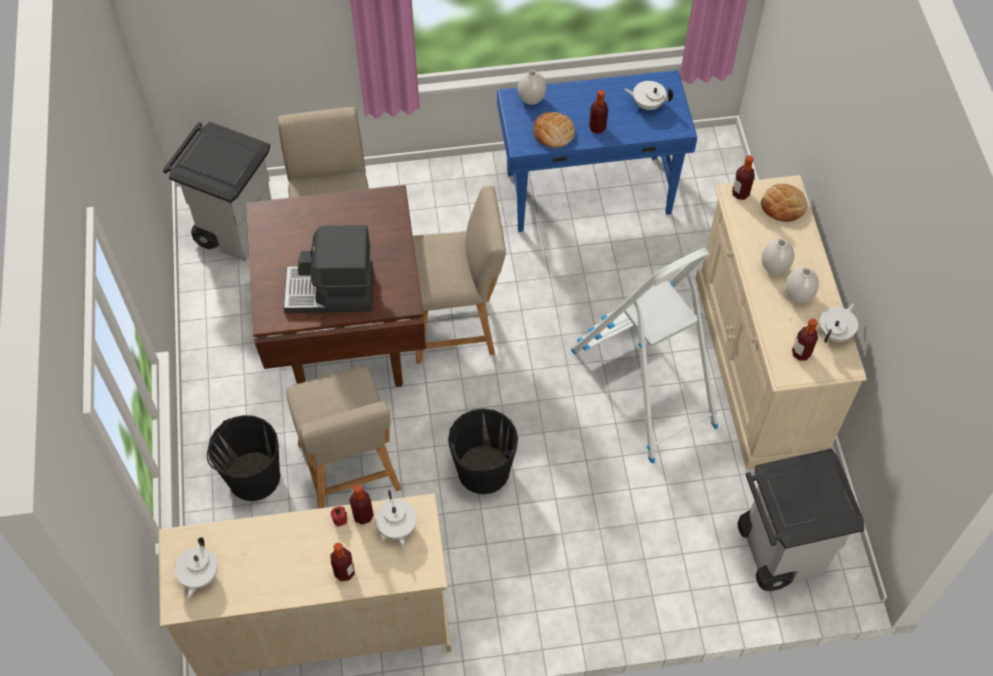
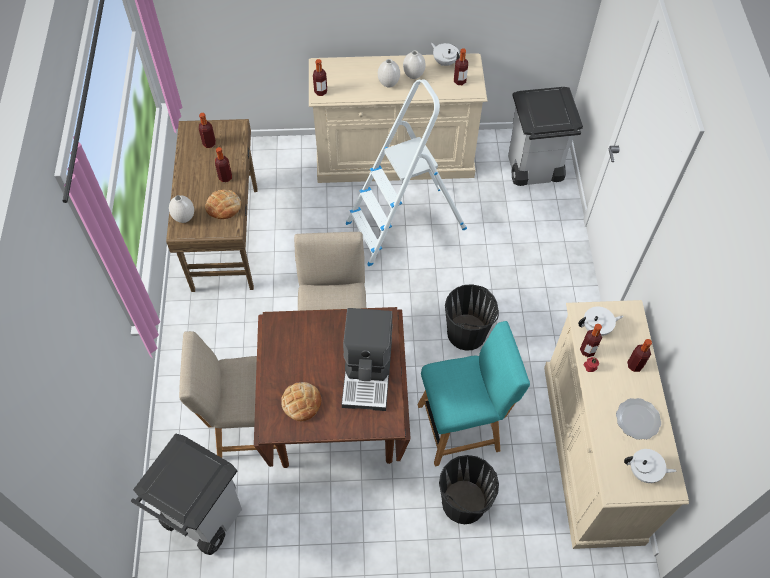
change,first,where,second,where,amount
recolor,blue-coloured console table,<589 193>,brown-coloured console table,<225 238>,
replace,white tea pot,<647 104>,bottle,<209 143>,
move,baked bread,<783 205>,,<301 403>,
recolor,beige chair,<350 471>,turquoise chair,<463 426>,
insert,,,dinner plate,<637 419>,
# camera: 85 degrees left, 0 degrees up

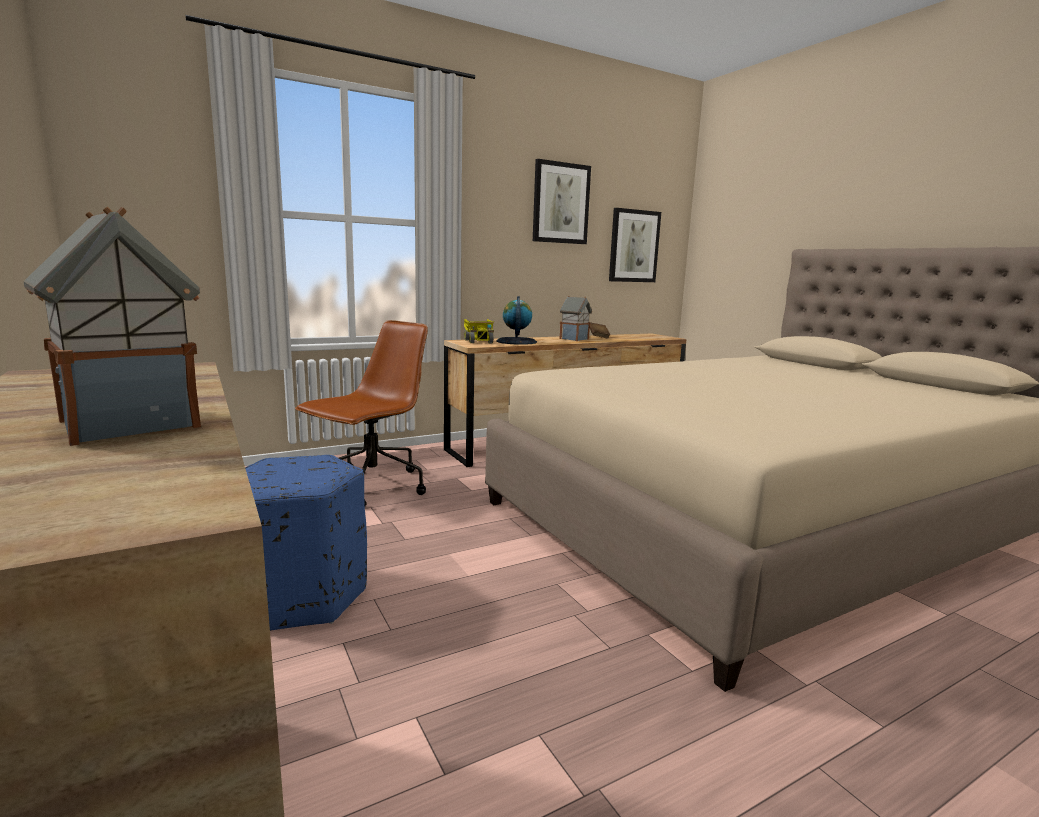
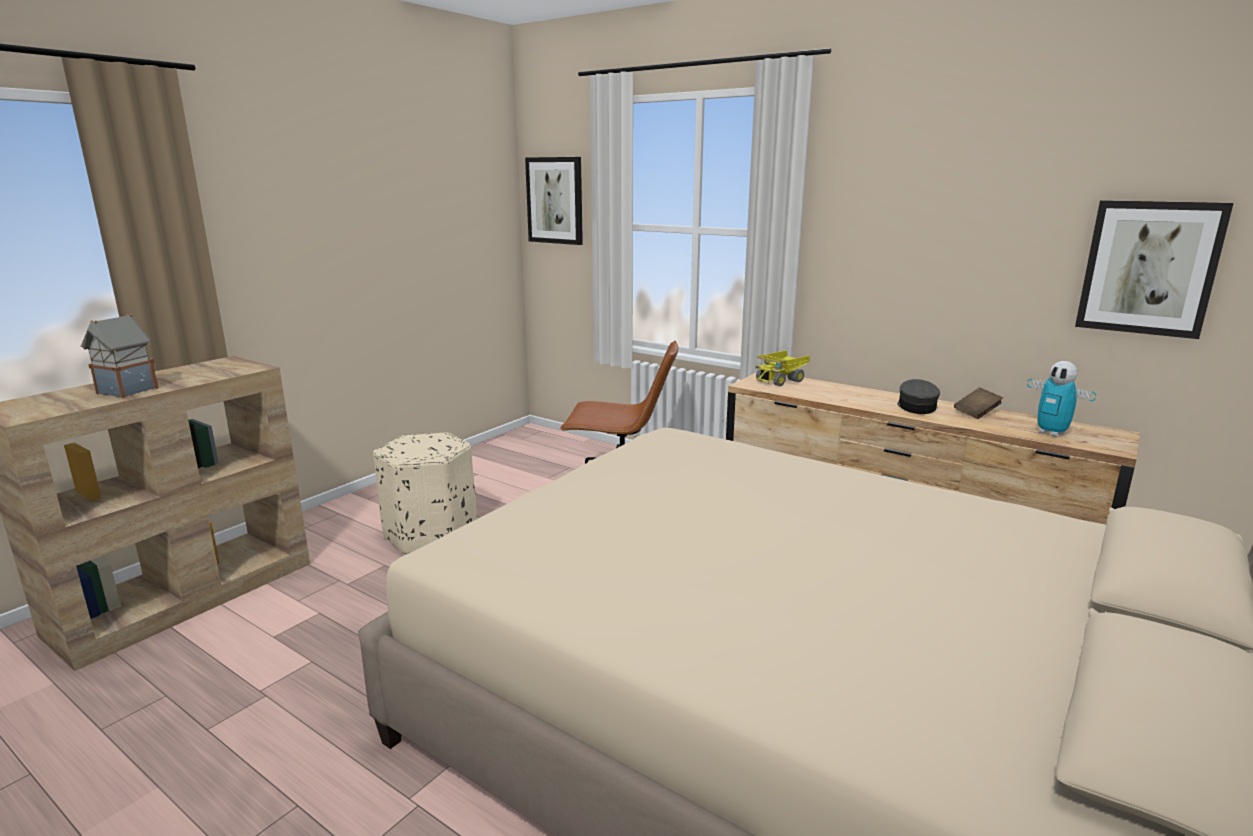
change,first,where,second,where,amount
recolor,blue-coloured ottoman,<301 597>,beige ottoman,<430 534>,
move,wall picture,<560 203>,,<555 200>,
replace,toy house,<574 339>,greyish baseball cap,<916 407>,
insert,,,robot figure,<1051 433>,
delete,world globe,<516 341>,,,
# camera: 65 degrees right, 5 degrees up

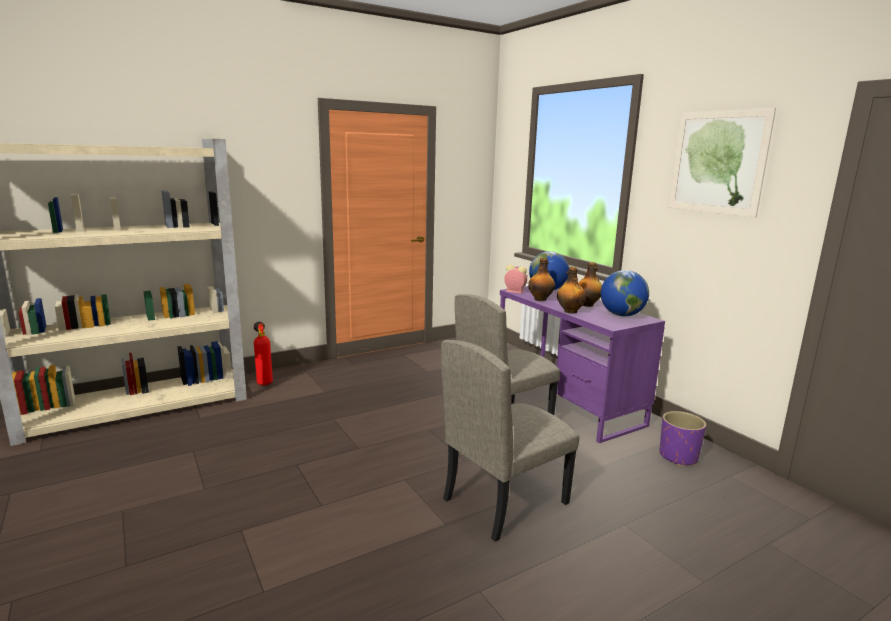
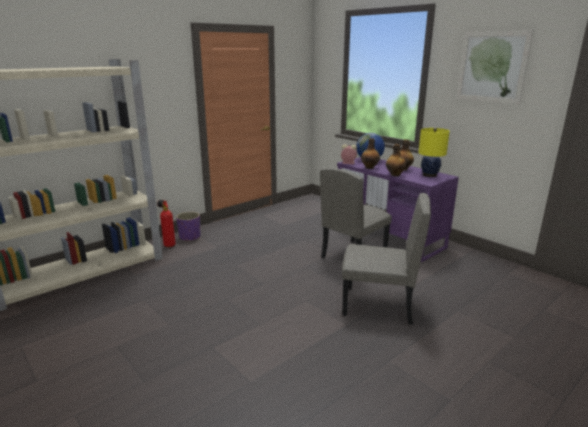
change,first,where,second,where,amount
move,purplish plant pot,<678 457>,,<190 237>,
rotate,beige chair,<504 500>,,<378 305>,120 degrees counterclockwise
replace,world globe,<621 315>,yellowish lamp for a table,<429 175>,
# camera: 10 degrees left, 5 degrees up

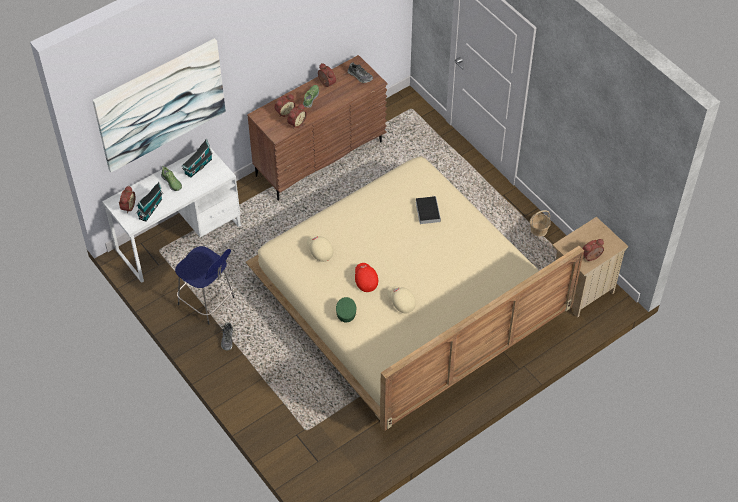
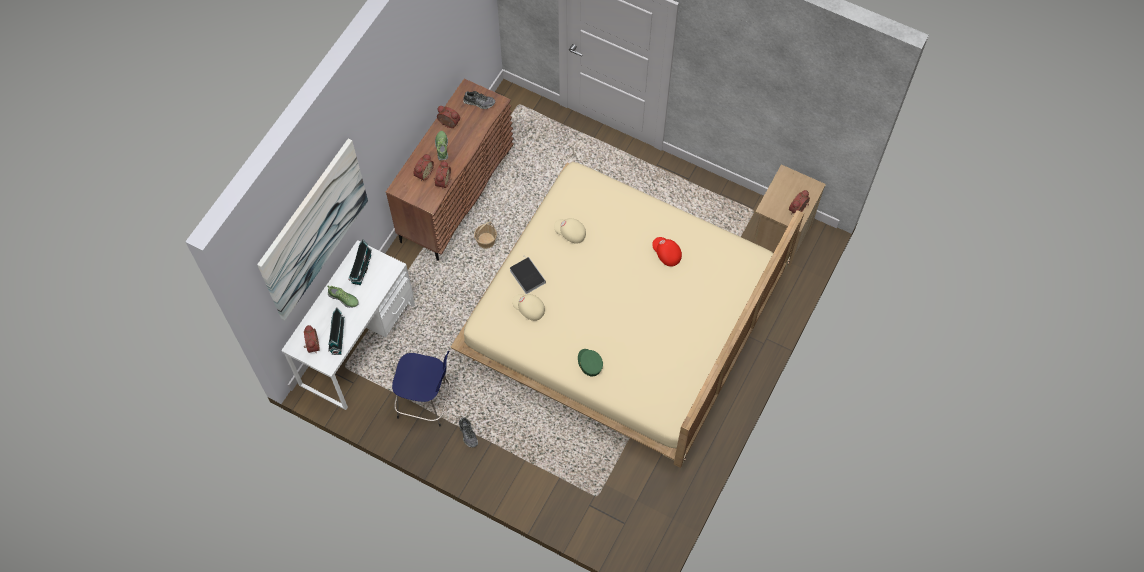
change,first,where,second,where,amount
move,household basket,<539 230>,,<486 241>,
move,book,<427 211>,,<526 276>,
move,beige baseball cap,<401 302>,,<570 233>,
move,reddish baseball cap,<365 280>,,<666 254>,
# camera: 25 degrees left, 10 degrees up

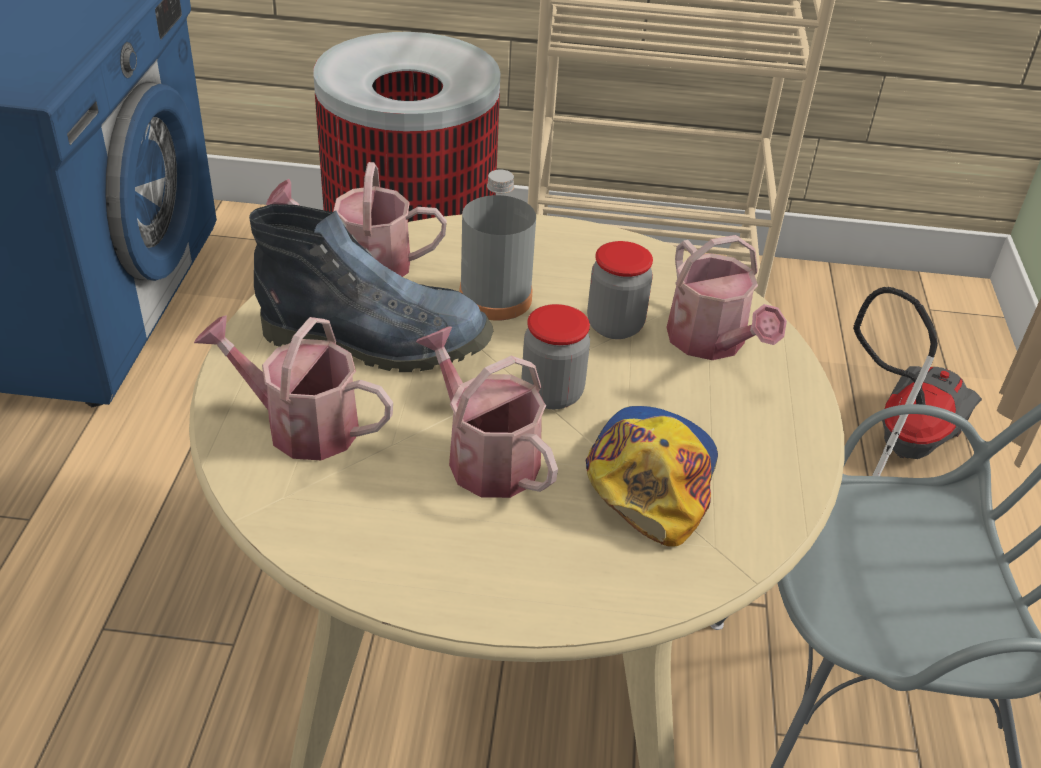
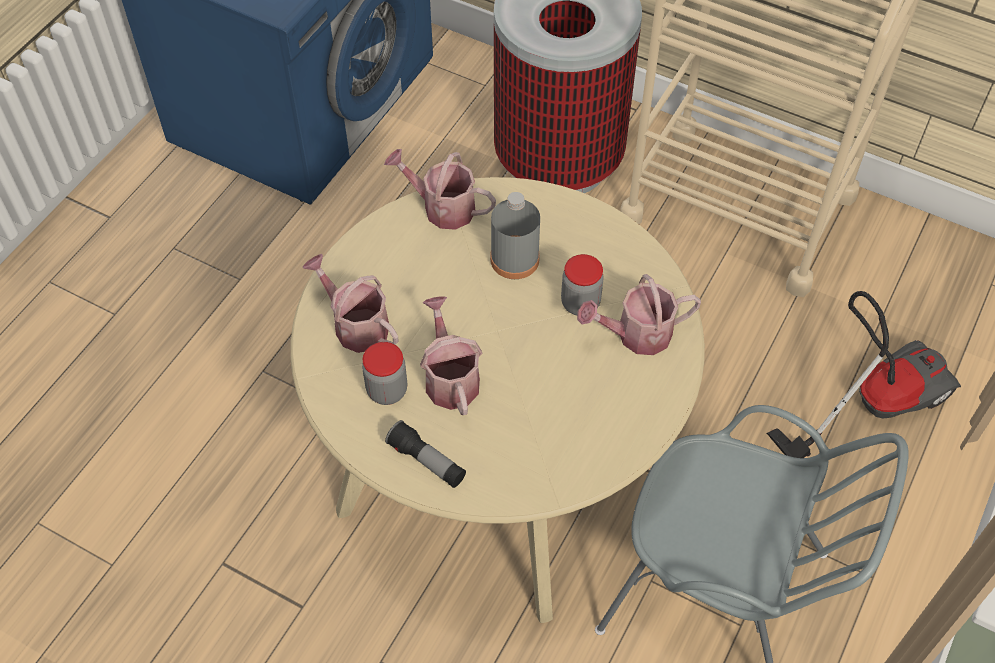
change,first,where,second,where,amount
move,storage jar,<552 394>,,<387 390>,
insert,,,torch,<427 462>,
rotate,watering pot,<711 343>,,<636 335>,75 degrees clockwise
delete,high-top boot,<380 340>,,,
delete,baseball cap,<652 477>,,,
# camera: 25 degrees right, 15 degrees up

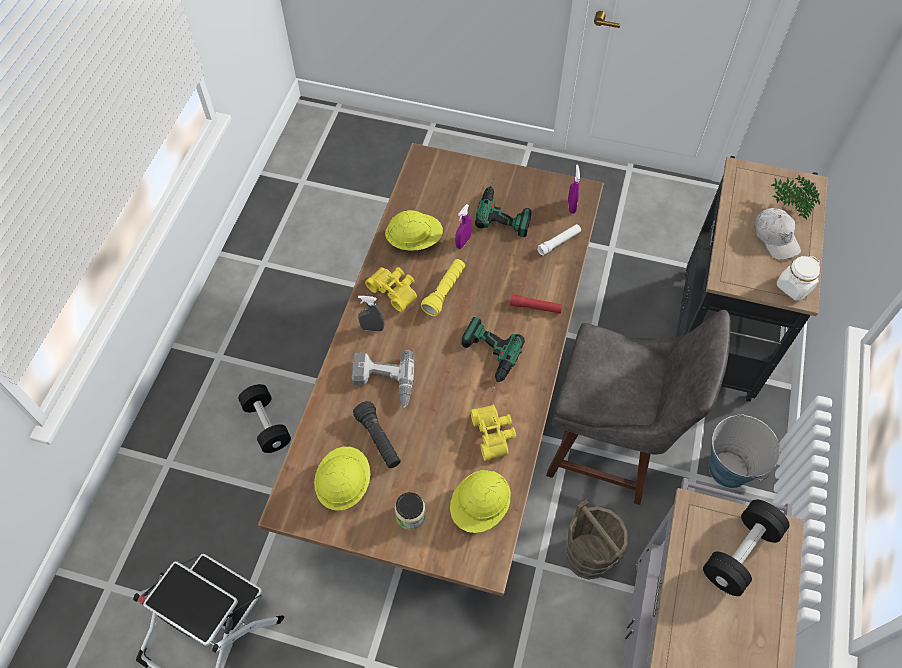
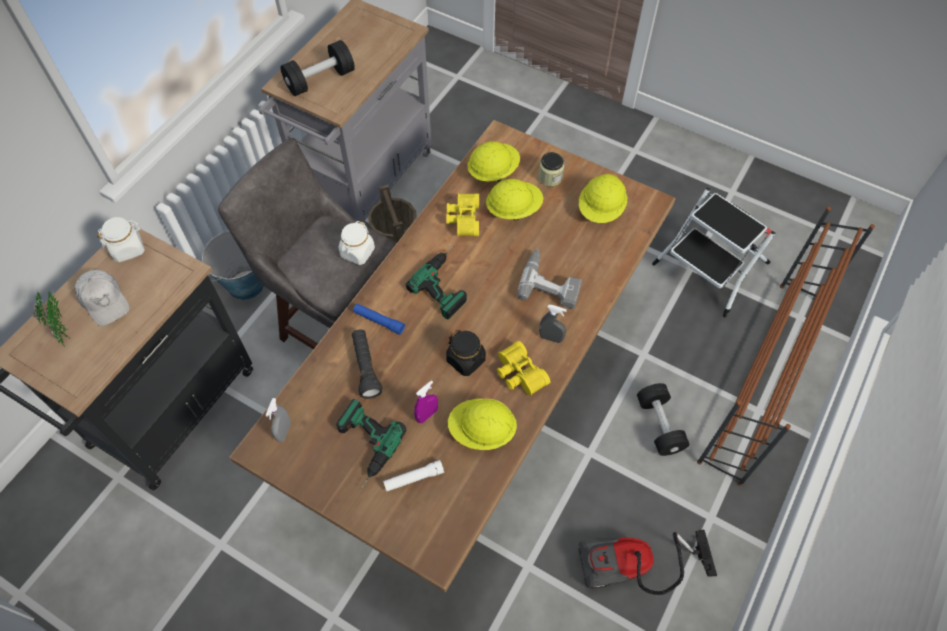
change,first,where,second,where,amount
rotate,white baseball cap,<775 238>,,<104 301>,150 degrees clockwise
recolor,purplish sprayer,<571 206>,greyish sprayer,<284 432>,
insert,,,white storage jar,<357 252>,
move,black torch,<379 440>,,<366 367>,
recolor,reddish torch,<535 307>,blue-coloured torch,<379 321>,
move,white torch,<559 242>,,<413 478>,
replace,yellowish torch,<444 291>,black storage jar,<466 360>,
insert,,,yellowish work helmet,<513 209>,
insert,,,vacuum cleaner,<634 568>,
insert,,,brown-coloured shoe stand,<761 378>,
# camera: 165 degrees left, 0 degrees up

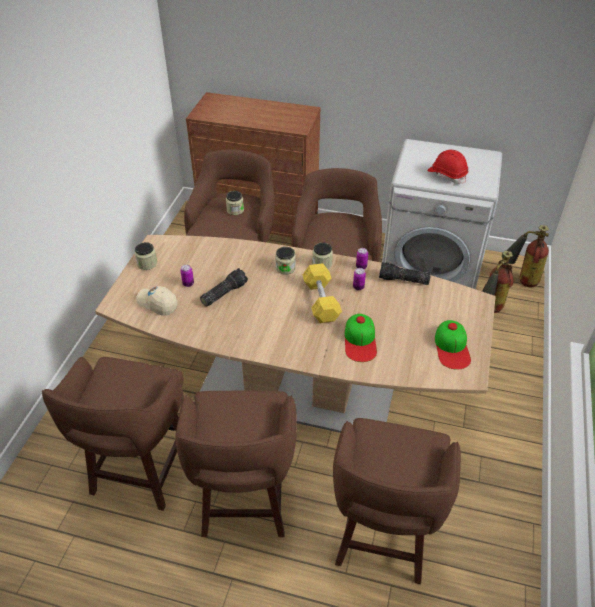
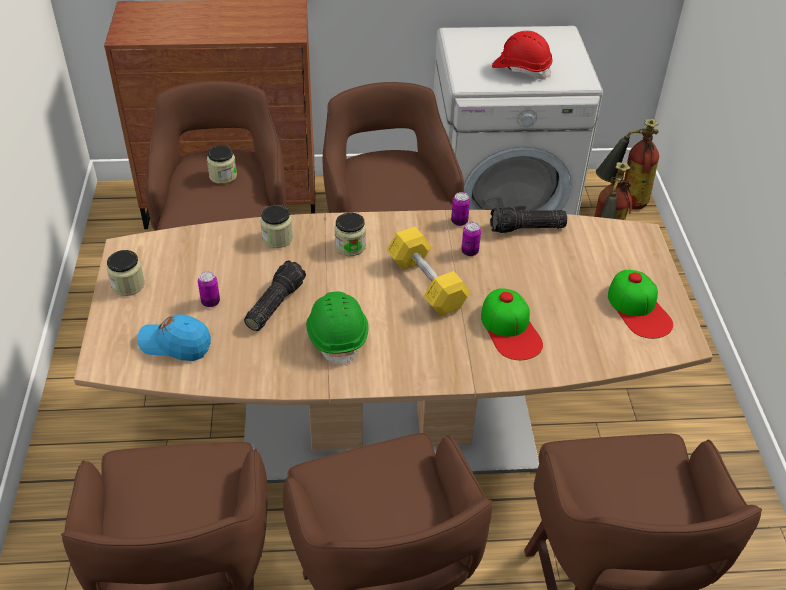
change,first,where,second,where,amount
recolor,beige baseball cap,<157 303>,blue-coloured baseball cap,<175 344>,
move,storage jar,<322 264>,,<277 238>,
insert,,,green work helmet,<337 336>,
# camera: 20 degrees left, 0 degrees up

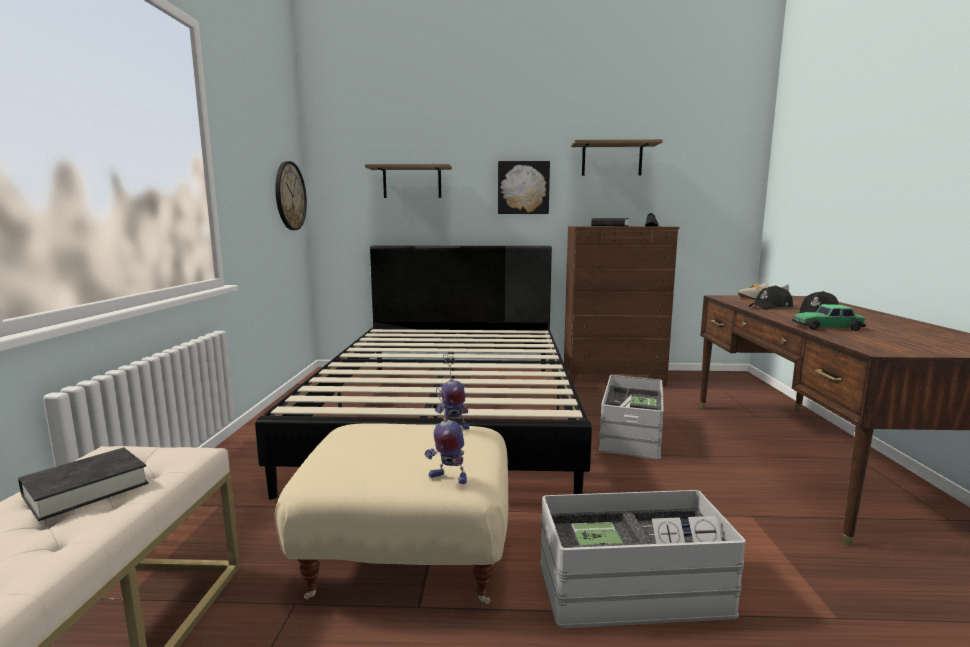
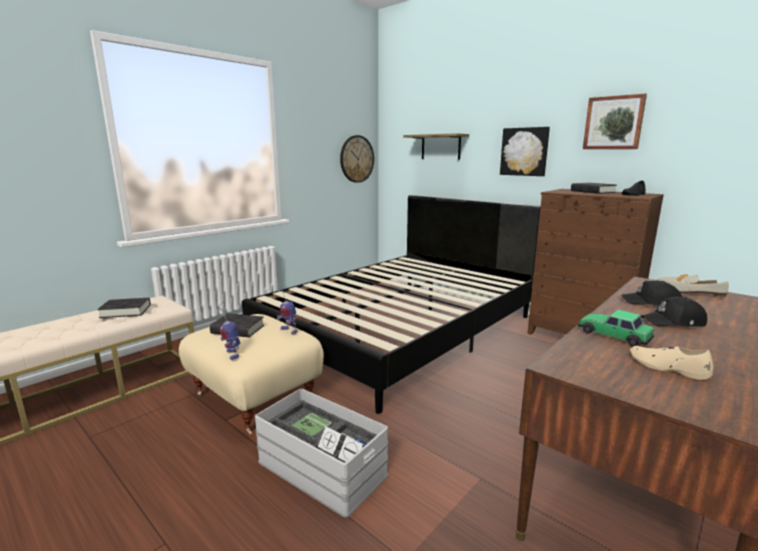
change,first,where,second,where,amount
insert,,,black book,<238 329>,
replace,bracket shelf,<612 159>,wall picture,<613 123>,
insert,,,beige item of footwear,<667 367>,
delete,greyish storage container,<632 434>,,,
# camera: 40 degrees right, 5 degrees up

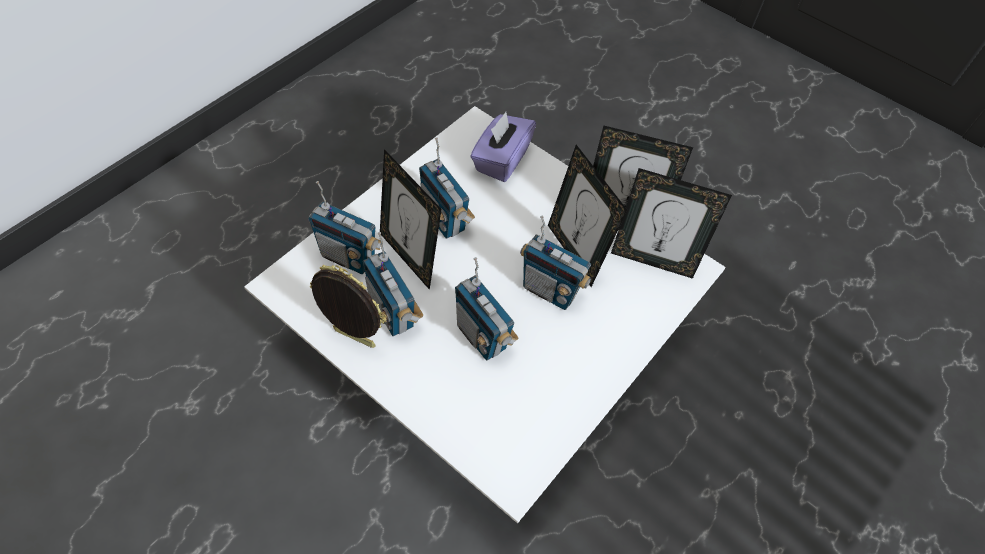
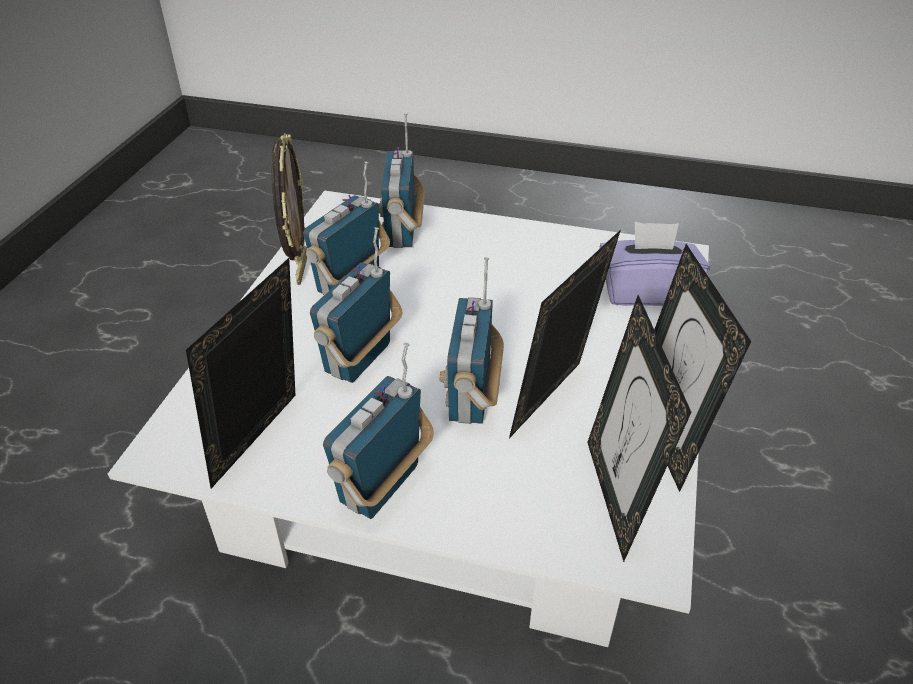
change,first,where,second,where,amount
move,standing frame,<409 257>,,<265 443>,
move,radio receiver,<444 219>,,<382 486>,
# camera: 70 degrees right, 15 degrees down

